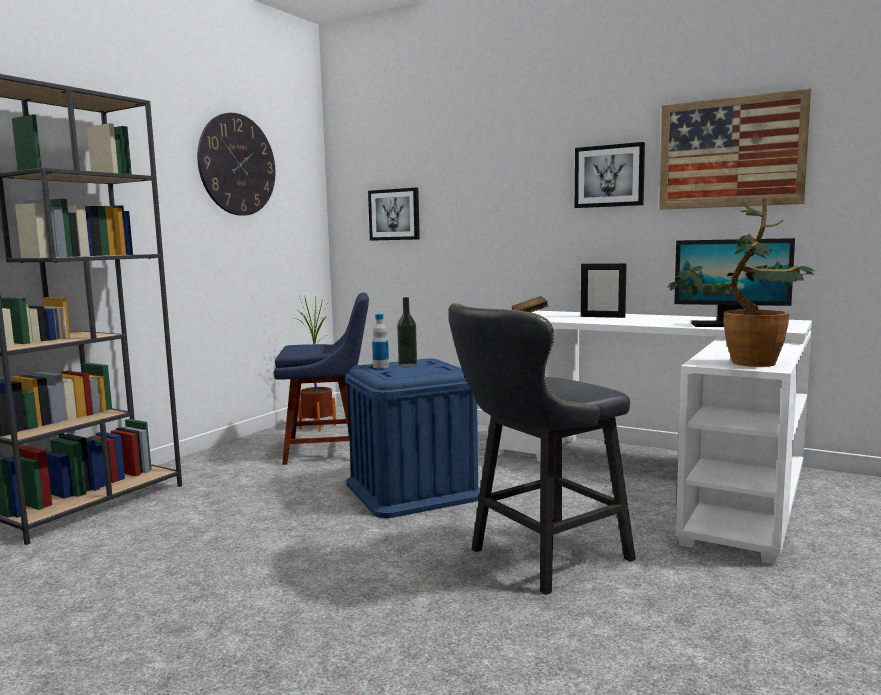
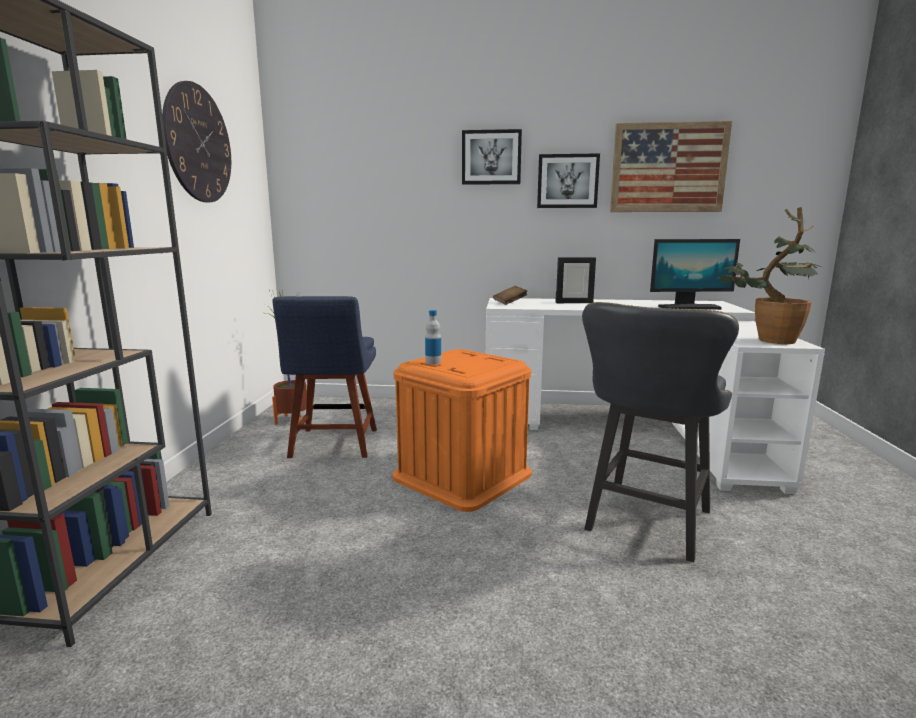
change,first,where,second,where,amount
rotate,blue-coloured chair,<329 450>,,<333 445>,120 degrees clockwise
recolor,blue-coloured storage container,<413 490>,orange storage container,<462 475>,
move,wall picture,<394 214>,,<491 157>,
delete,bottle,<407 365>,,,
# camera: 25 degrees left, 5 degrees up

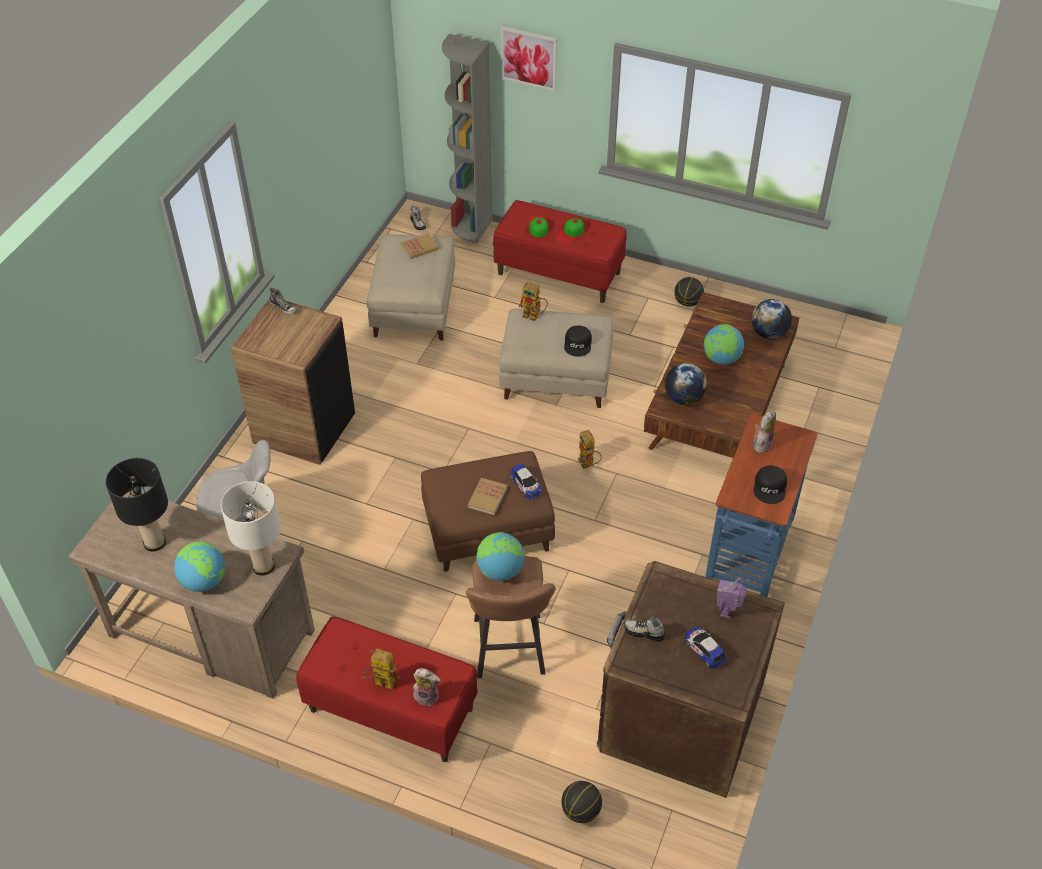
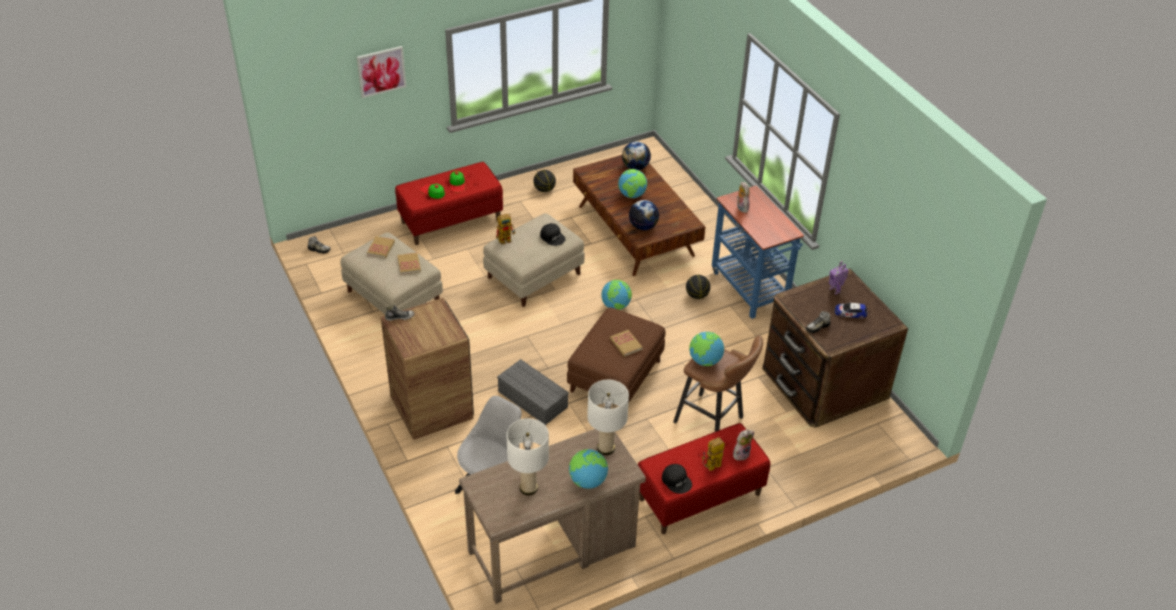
change,first,where,second,where,amount
insert,,,book,<409 264>,
insert,,,greyish storage container,<531 399>,
recolor,black lamp for a table,<154 543>,white lamp for a table,<528 488>,
replace,robot figure,<588 464>,world globe,<616 306>,
move,black baseball cap,<770 487>,,<677 480>,
move,basketball ball,<581 811>,,<697 295>,
delete,greyish bookshelf,<469 231>,,,
delete,miniature car,<526 484>,,,
# camera: 50 degrees left, 5 degrees down

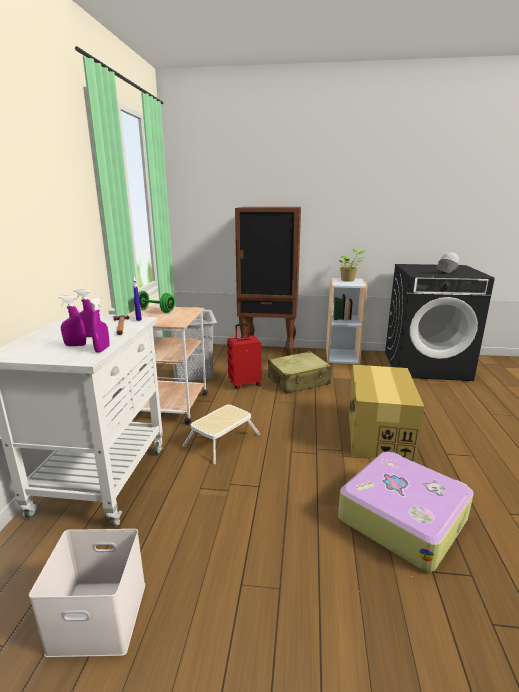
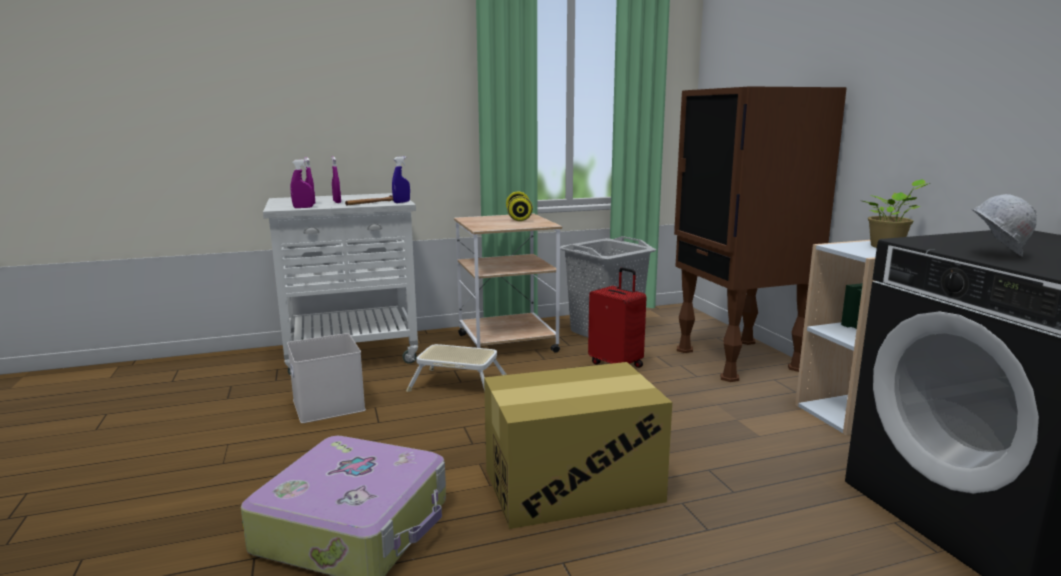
change,first,where,second,where,amount
move,white storage container,<96 618>,,<326 404>,
recolor,green hand weight,<155 311>,yellowish hand weight,<519 218>,
delete,beige travel case,<298 381>,,,
# camera: 65 degrees right, 5 degrees down

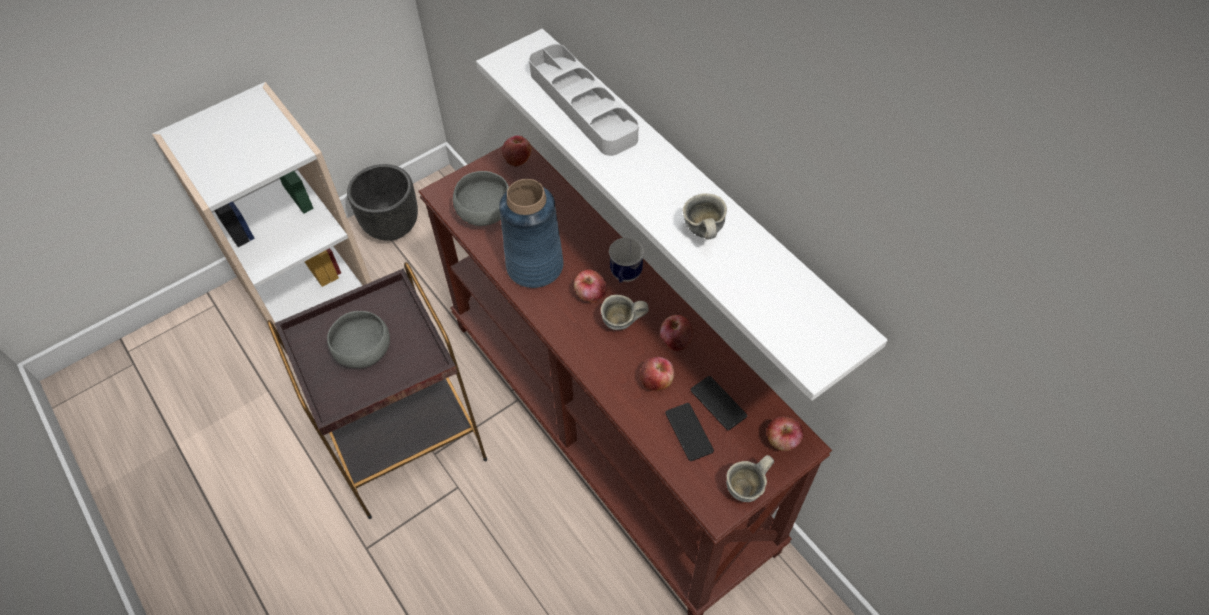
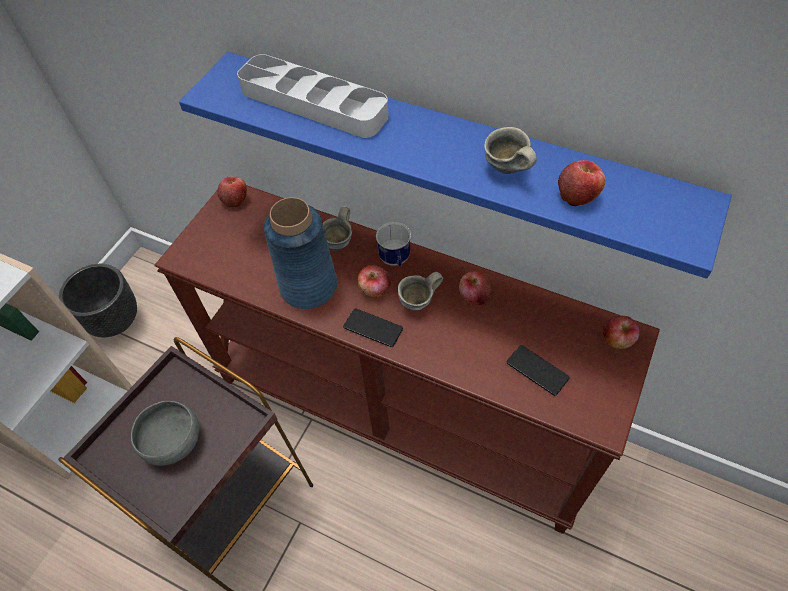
change,first,where,second,where,amount
recolor,white bracket shelf,<689 196>,blue-coloured bracket shelf,<449 153>,
move,greyish mug,<747 489>,,<340 243>,
move,phone,<718 403>,,<373 328>,
move,apple fruit,<656 381>,,<577 195>,
delete,greyish bowl,<486 213>,,,
# camera: 25 degrees left, 0 degrees up

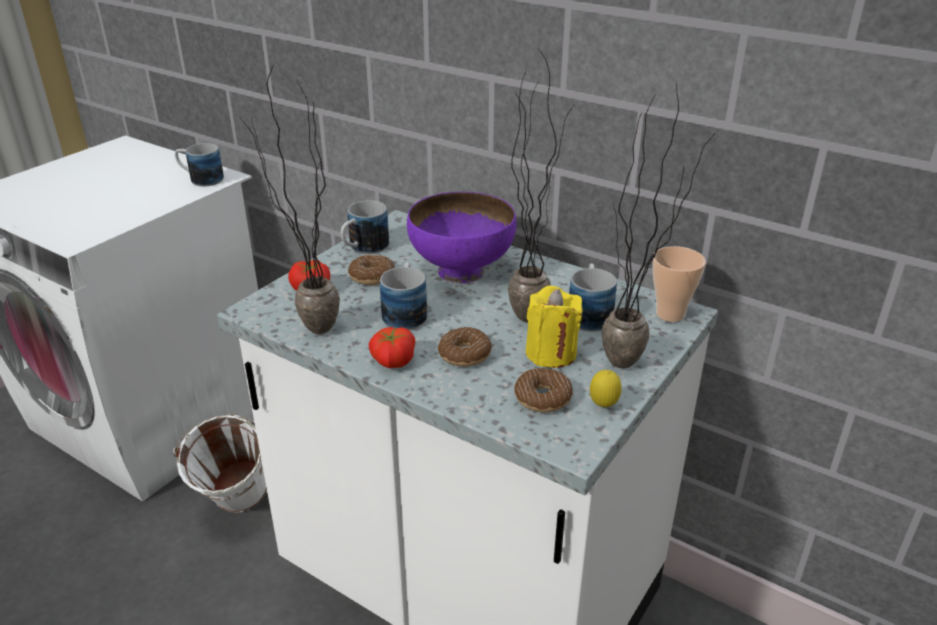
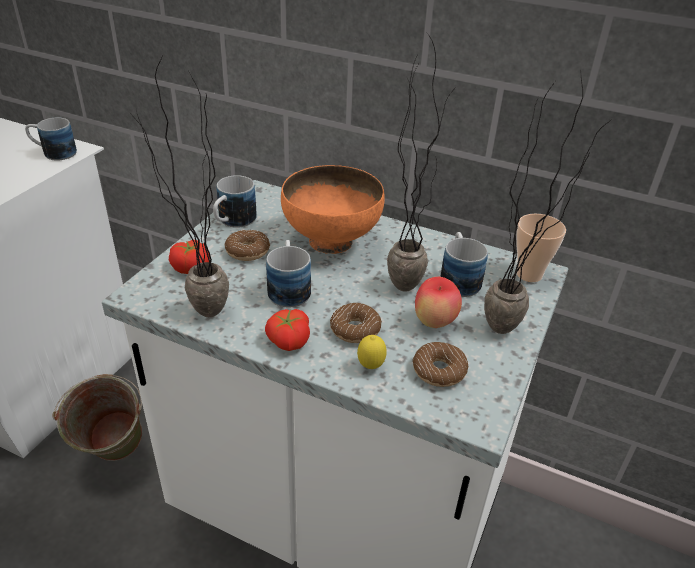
change,first,where,second,where,amount
recolor,white pail,<235 510>,green pail,<114 458>,
recolor,purplish bowl,<461 272>,orange bowl,<331 242>,
move,whole lemon,<603 406>,,<370 367>,
replace,yellowish candle,<551 353>,apple fruit,<434 322>,
# camera: 10 degrees left, 5 degrees up

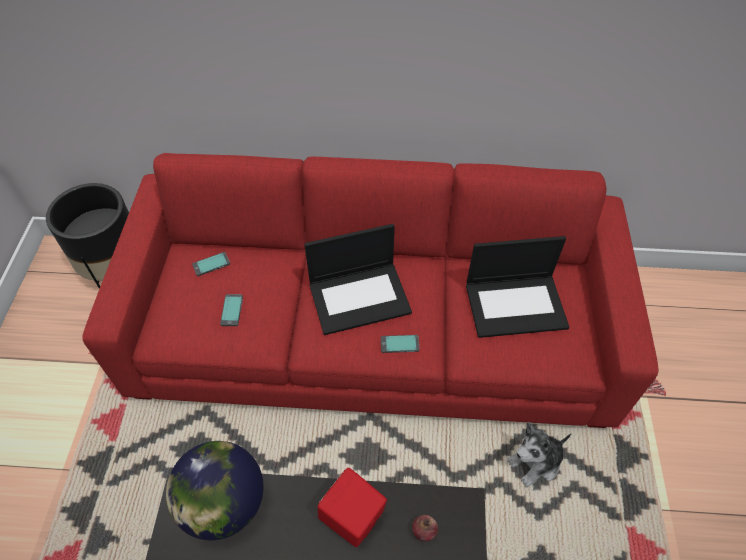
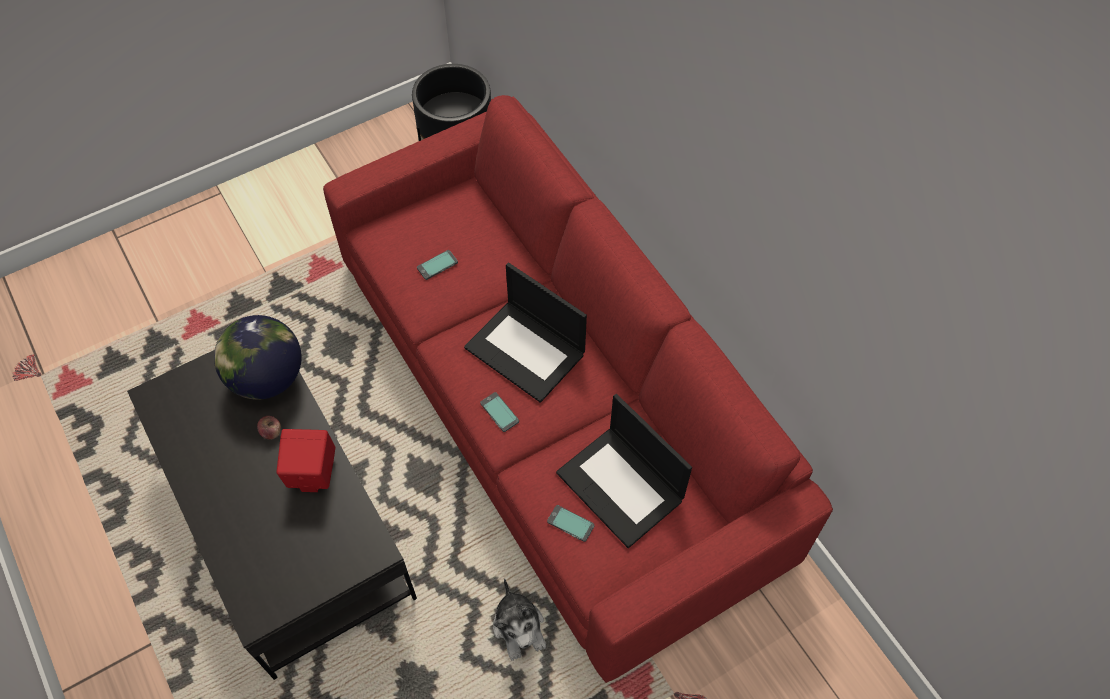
change,first,where,second,where,amount
move,apple fruit,<424 531>,,<271 432>,
rotate,plush toy,<536 462>,,<519 627>,135 degrees counterclockwise
move,phone,<211 264>,,<570 524>,
# camera: 55 degrees right, 5 degrees up

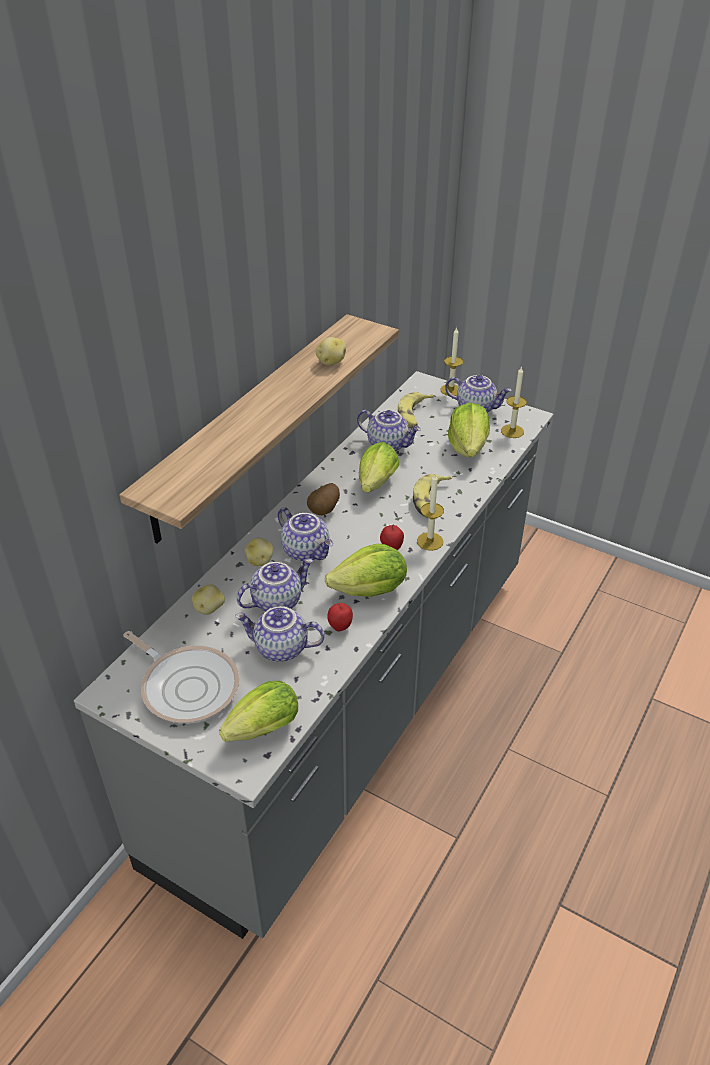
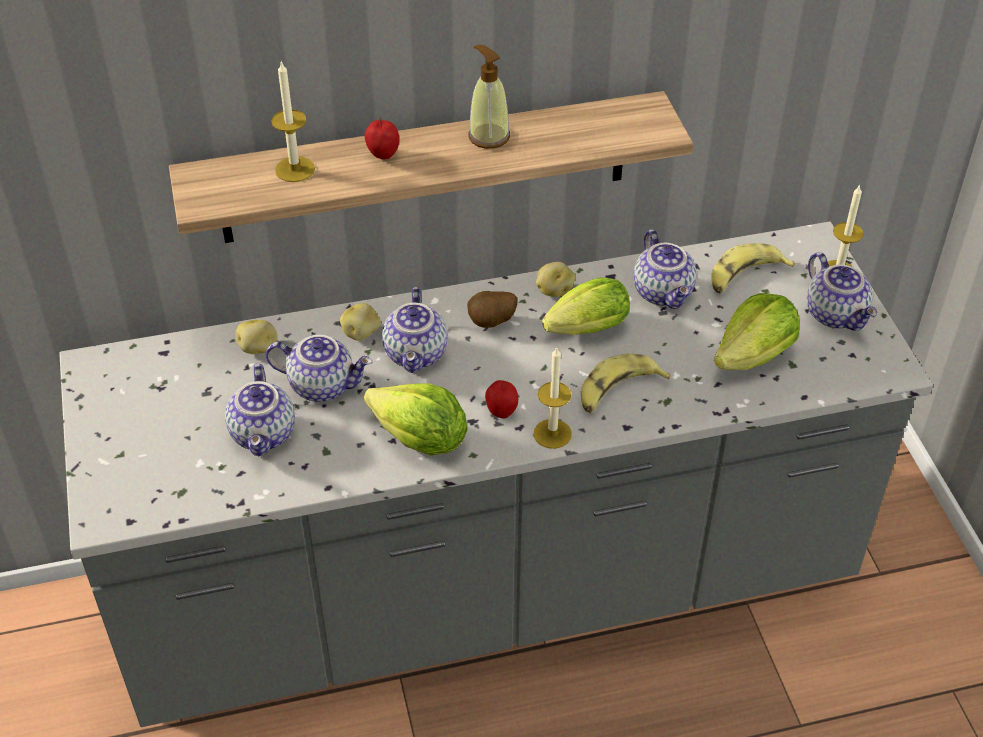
change,first,where,second,where,amount
rotate,tea pot,<280 649>,,<265 434>,150 degrees counterclockwise
move,candle,<512 431>,,<295 169>,
move,apple fruit,<340 628>,,<383 156>,
insert,,,soap bottle,<488 136>,
move,whole potato,<330 362>,,<554 291>,
delete,skillet,<187 686>,,,
delete,head of lettuce,<259 731>,,,
# camera: 45 degrees right, 5 degrees up

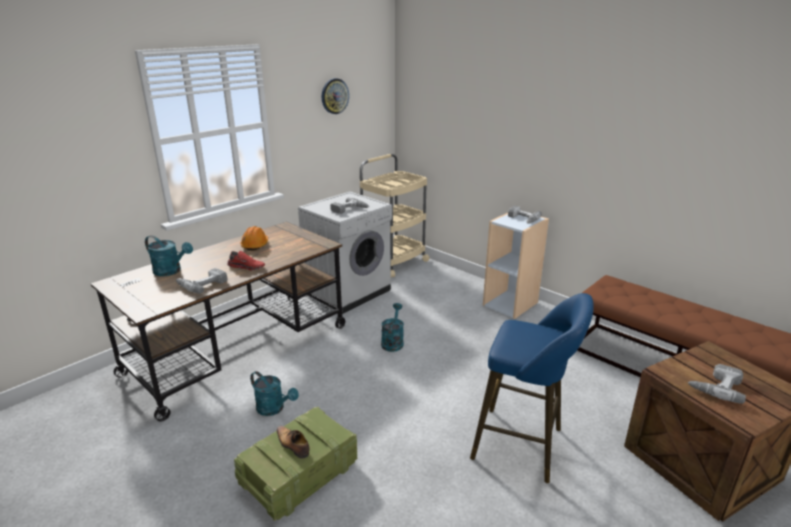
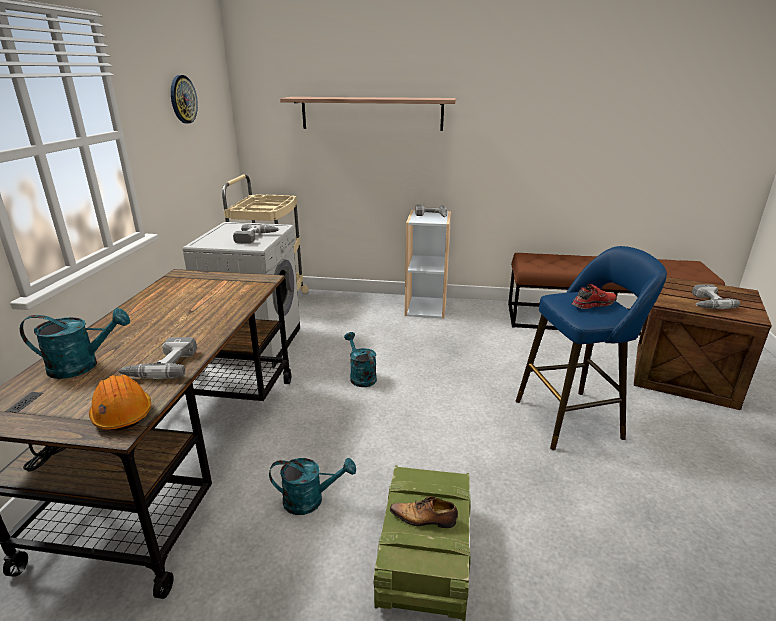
change,first,where,second,where,amount
move,orange work helmet,<255 245>,,<122 413>,
insert,,,bracket shelf,<371 113>,
move,reddish item of footwear,<247 267>,,<592 304>,
# camera: 35 degrees left, 0 degrees up

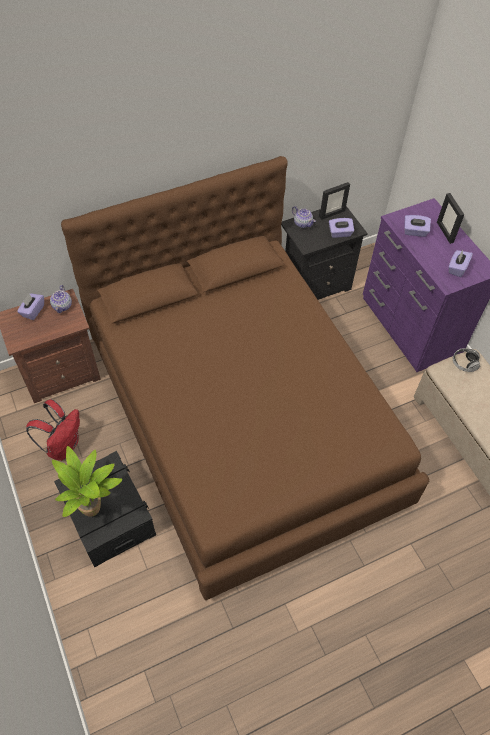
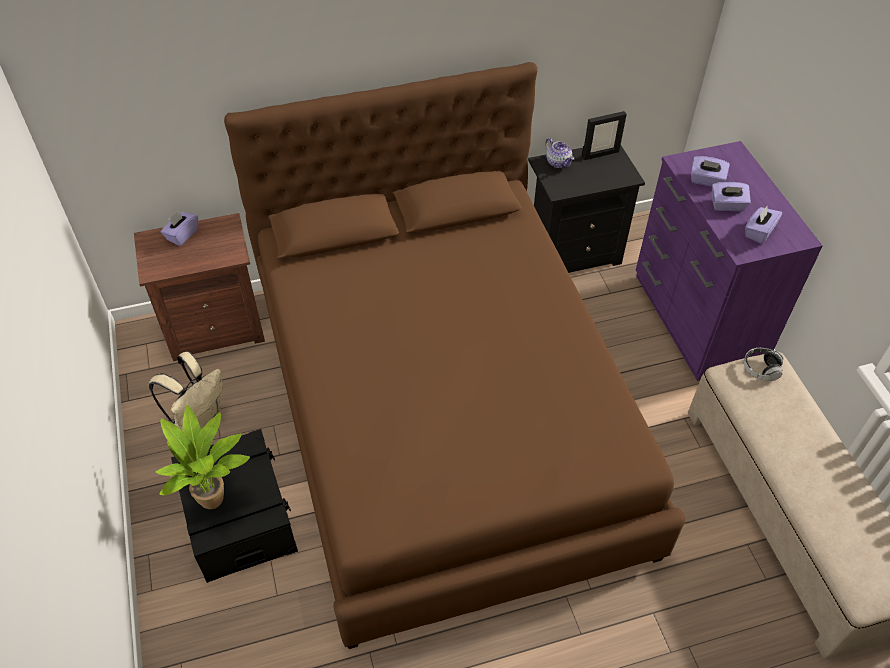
change,first,where,second,where,amount
recolor,reddish backpack,<63 446>,beige backpack,<199 419>,
move,purplish box of tissues,<340 233>,,<727 205>,
delete,tea pot,<62 306>,,,
delete,standing frame,<445 232>,,,
# camera: 10 degrees right, 5 degrees down

